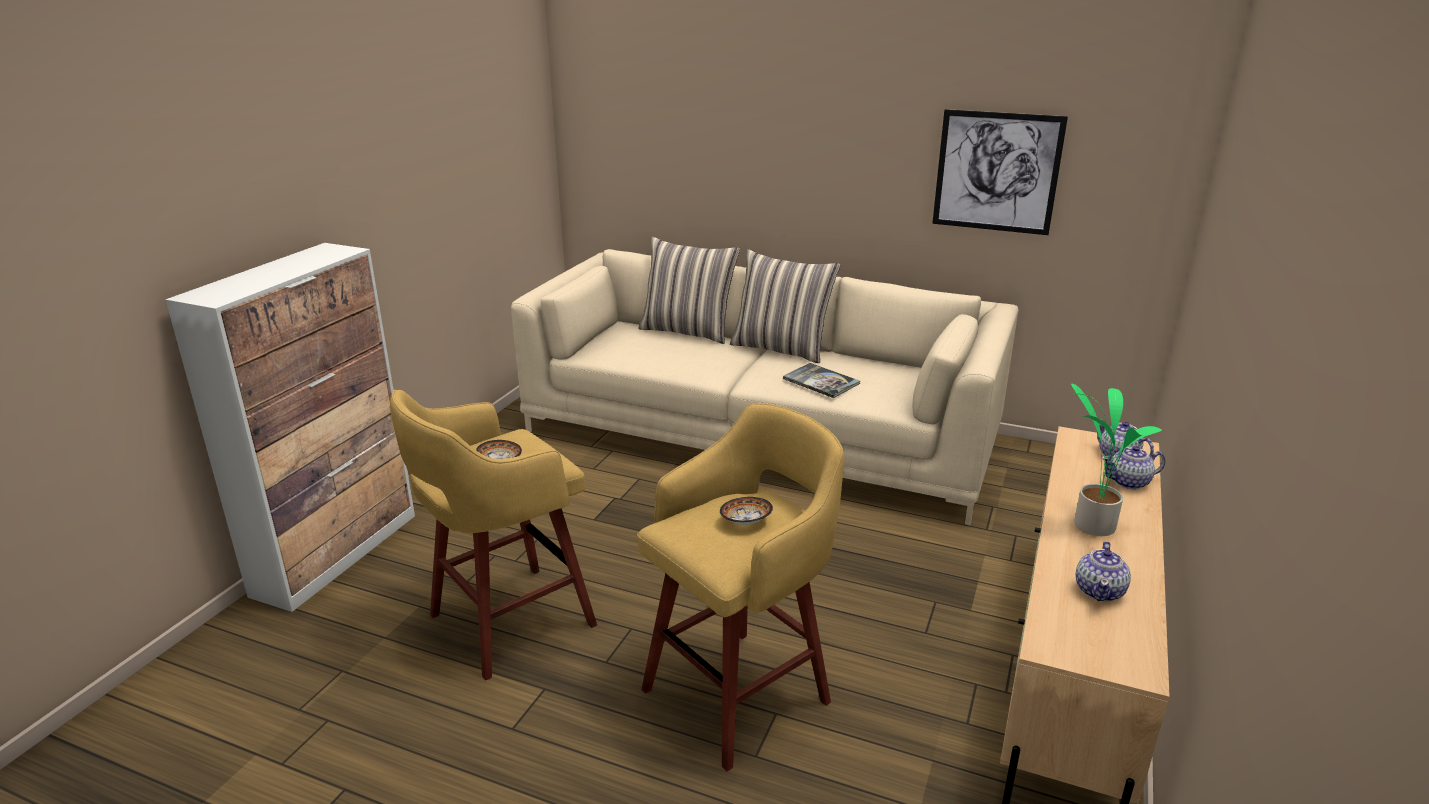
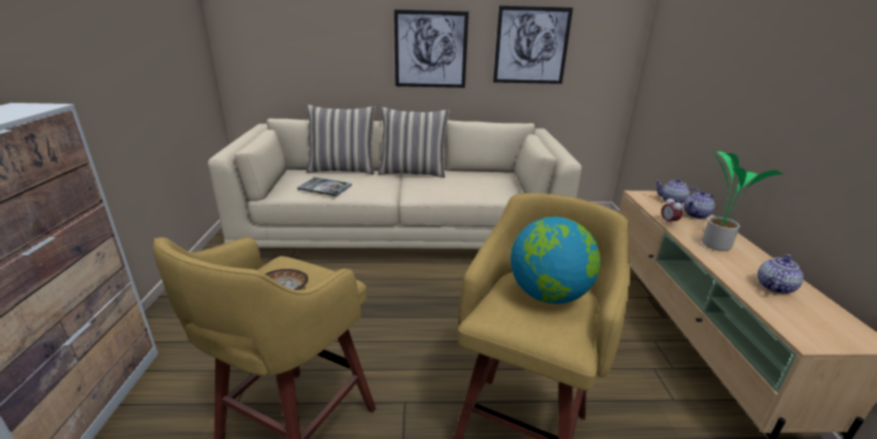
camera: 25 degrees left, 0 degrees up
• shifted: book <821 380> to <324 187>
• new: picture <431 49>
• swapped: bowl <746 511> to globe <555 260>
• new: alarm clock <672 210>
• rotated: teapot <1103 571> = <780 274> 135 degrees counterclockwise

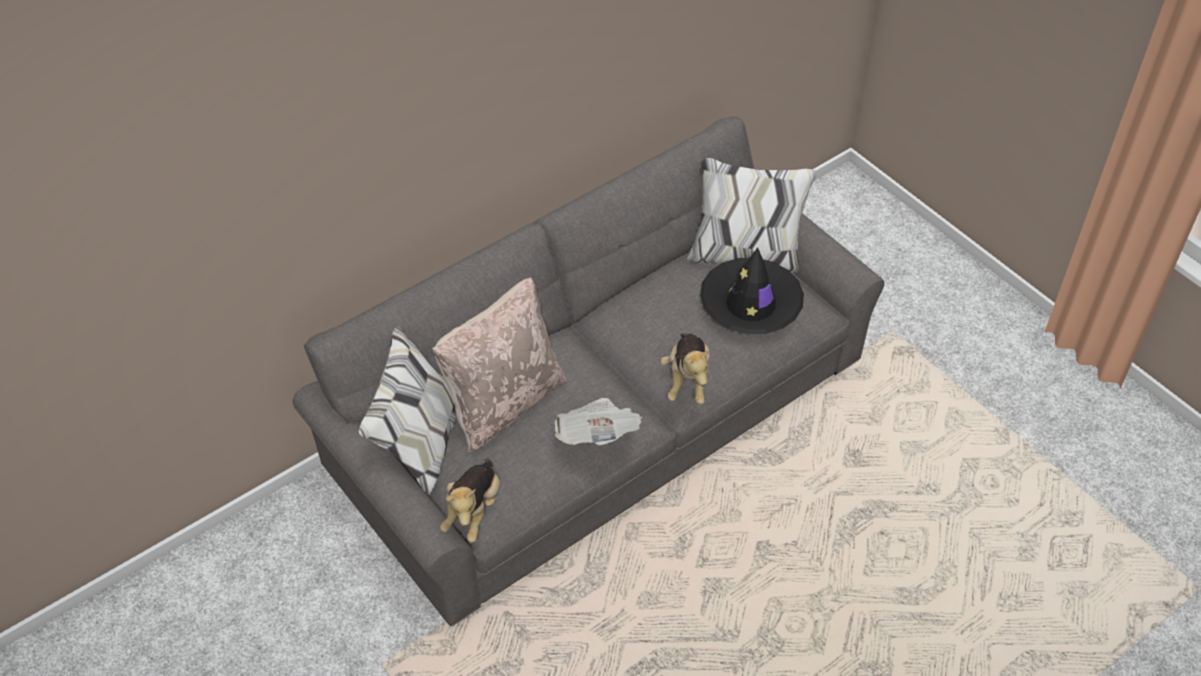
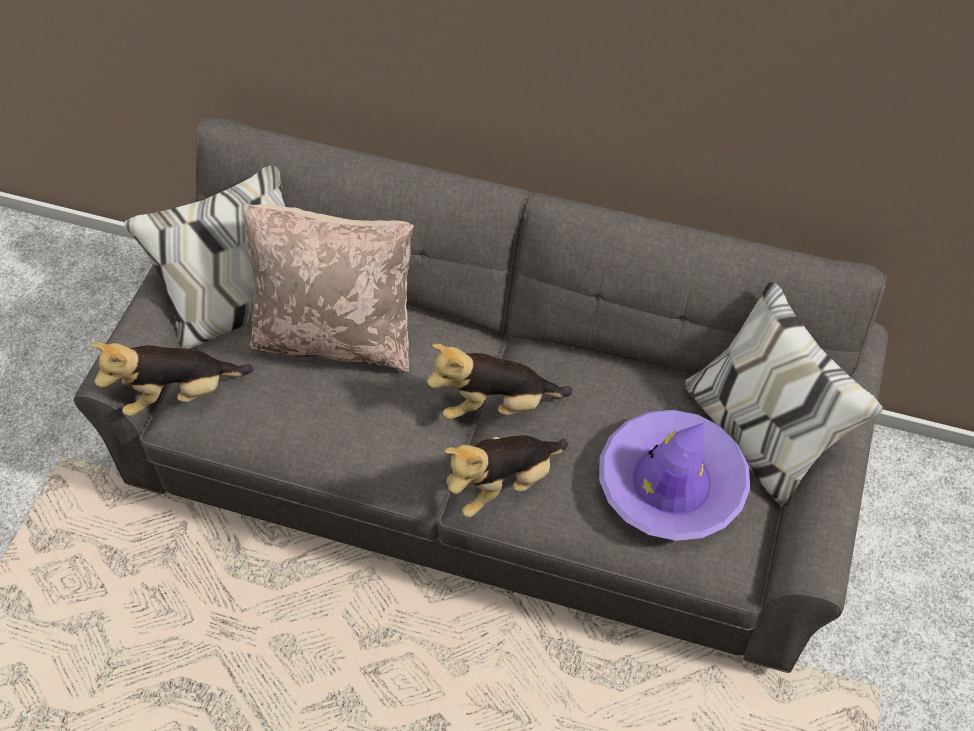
camera: 55 degrees right, 5 degrees up
• new: plush toy <500 381>
• repainted: black hat <752 290> to purple hat <674 475>
• gone: newspaper <598 421>

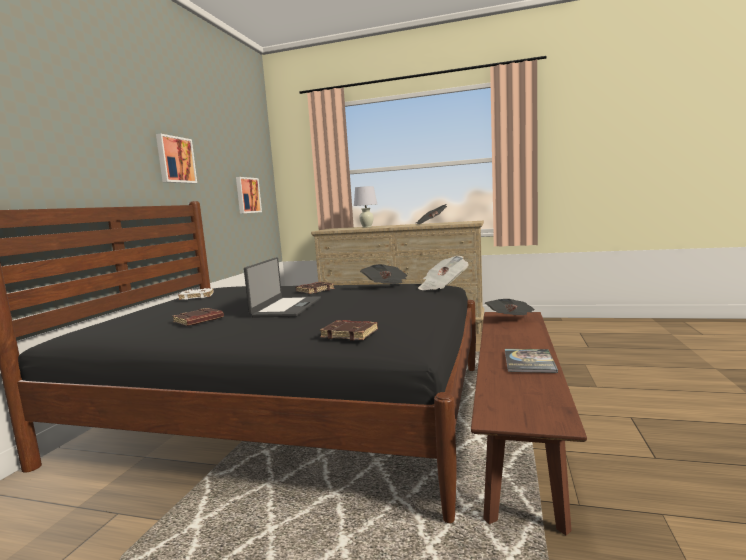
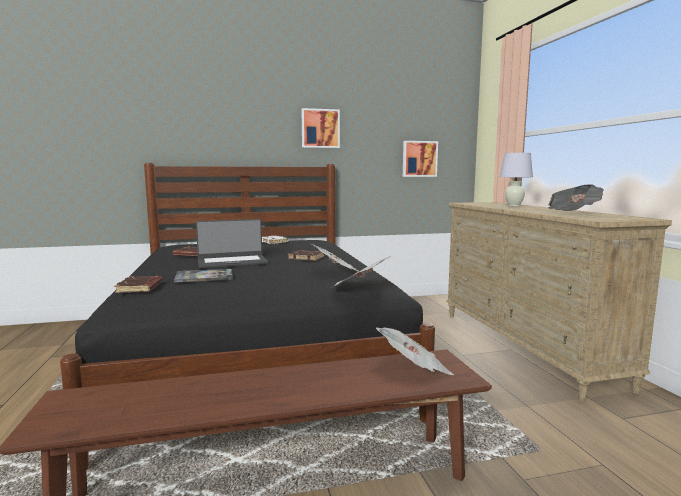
camera: 60 degrees right, 0 degrees up
• shifted: book <531 361> to <203 276>

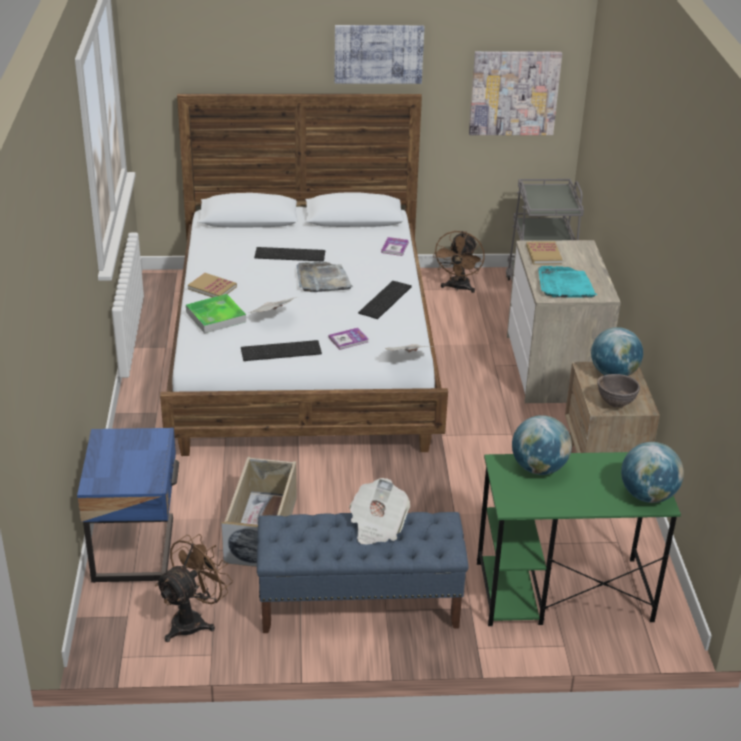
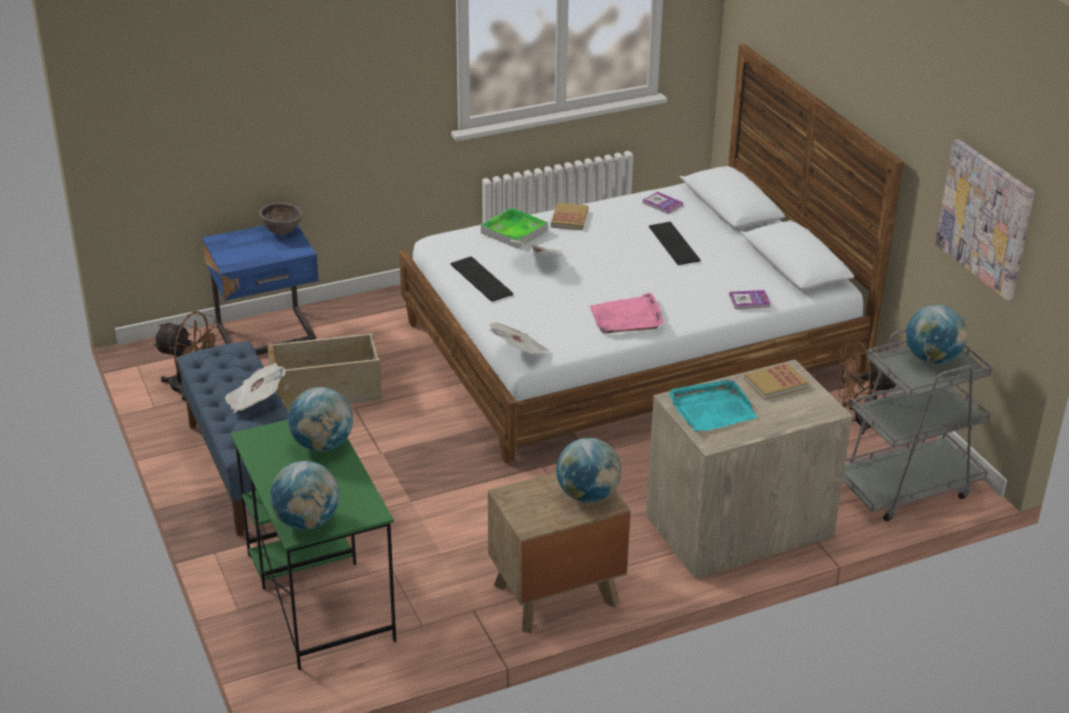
camera: 70 degrees right, 0 degrees up
• shifted: brown bowl <618 390> to <281 218>
• swapped: keyboard <385 300> to pink tray <627 312>
• shifted: book <349 339> to <663 203>
• new: globe <937 334>
• gone: grey tray <325 277>
• gone: picture <379 54>

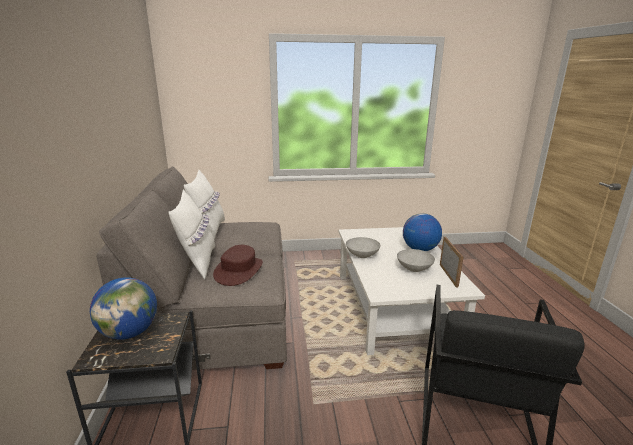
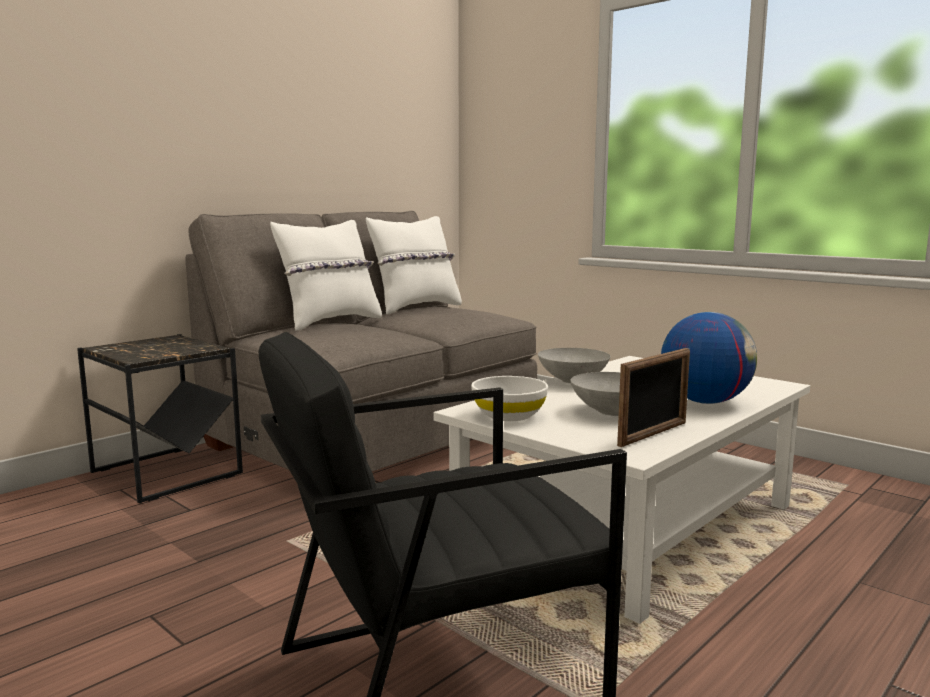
camera: 50 degrees right, 10 degrees down
• new: white bowl <509 398>
• gone: globe <123 308>
• gone: brown hat <238 265>

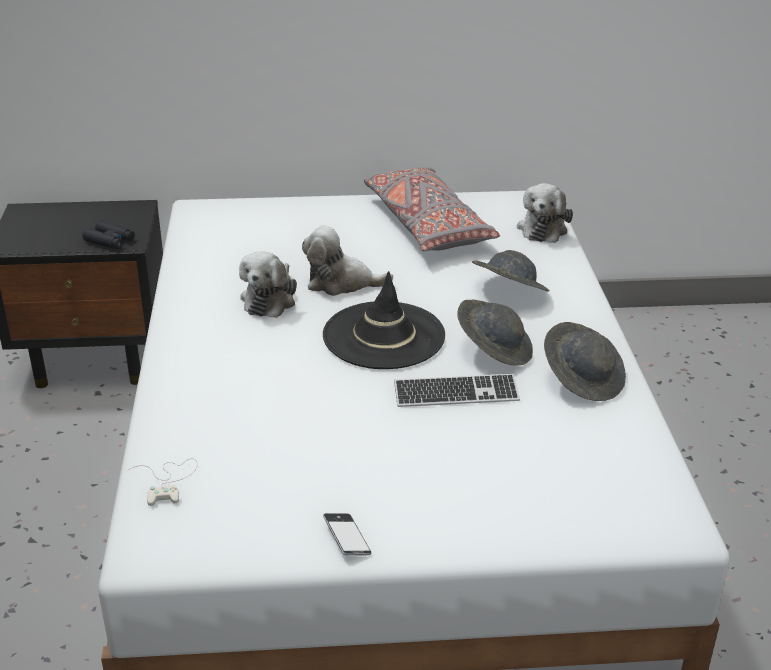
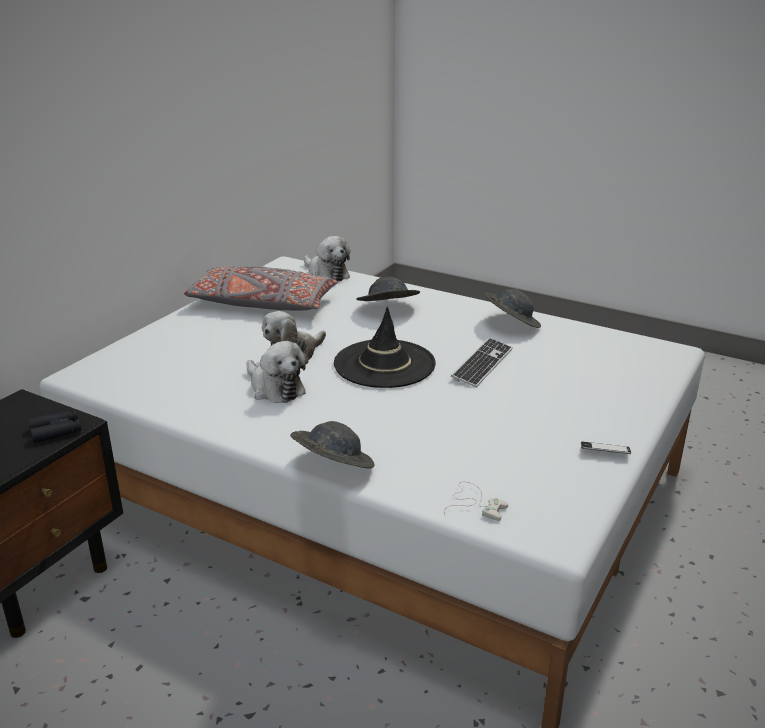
camera: 55 degrees left, 5 degrees down
• shifted: grey hat <495 333> to <332 445>

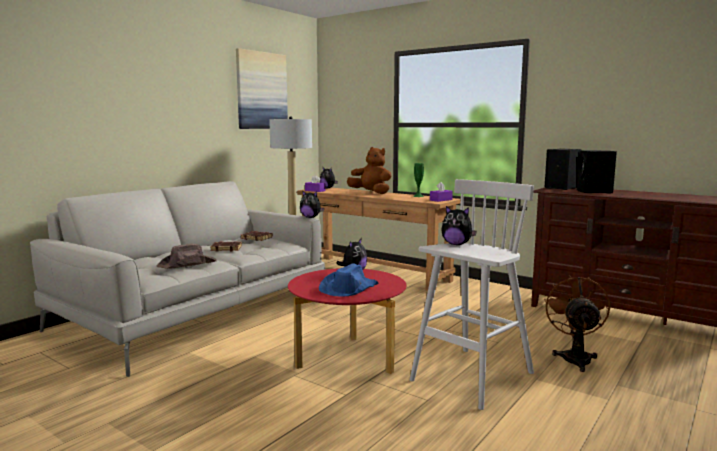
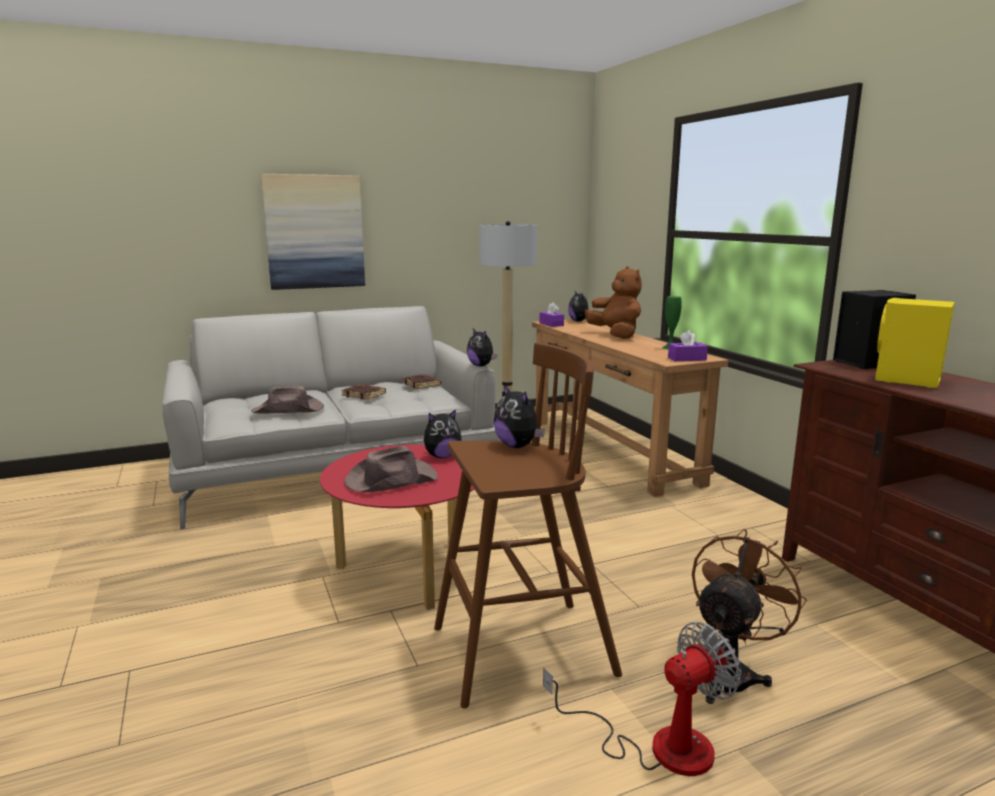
camera: 30 degrees right, 5 degrees up
• shifted: picture <262 88> to <313 232>
• repainted: blue hat <349 280> to brown hat <391 469>
• repainted: white stool <472 294> to brown stool <528 525>
• new: fan <642 699>
• repainted: black speaker <596 171> to yellow speaker <915 343>

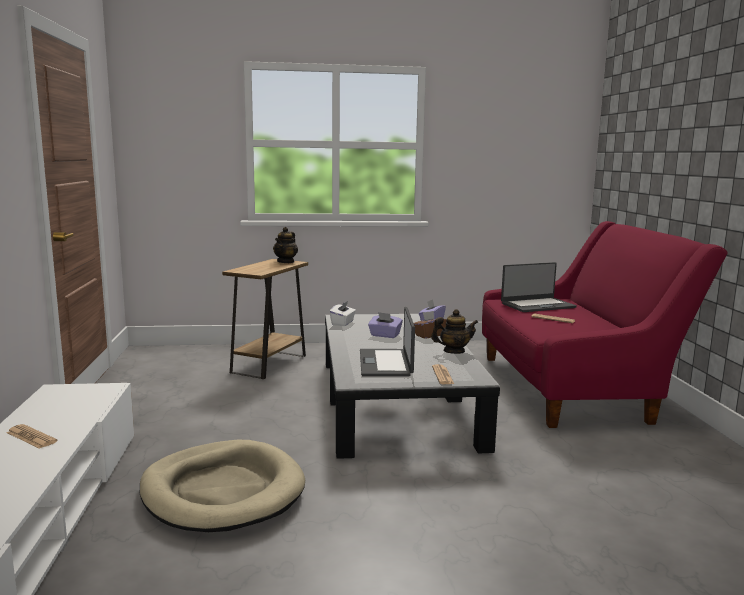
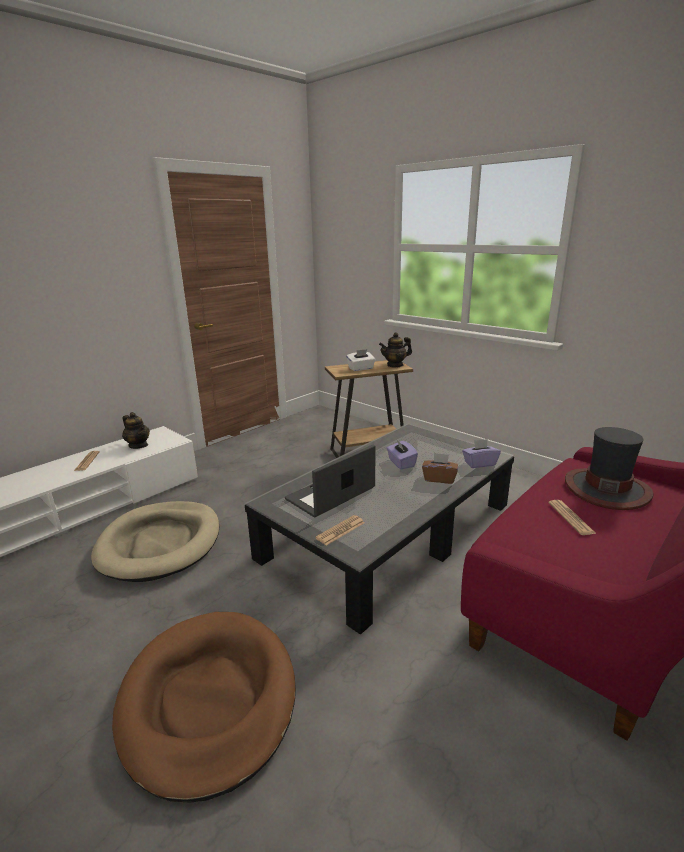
camera: 50 degrees right, 10 degrees up
• new: brown dog bed <204 707>
• shifted: teapot <454 331> to <136 430>
• shifted: white tissue box <343 313> to <361 360>
• swapped: laptop <539 287> to hat <609 468>

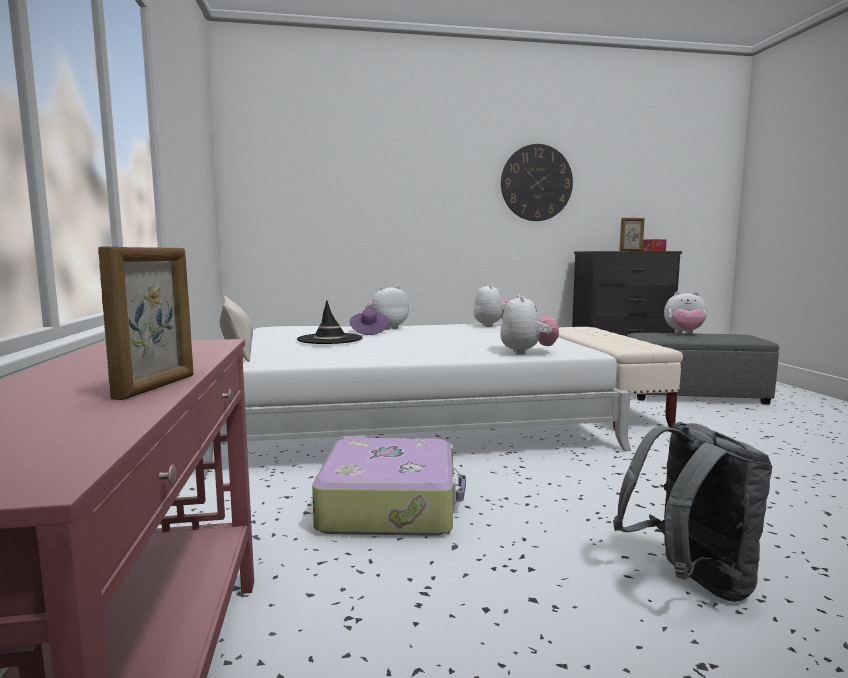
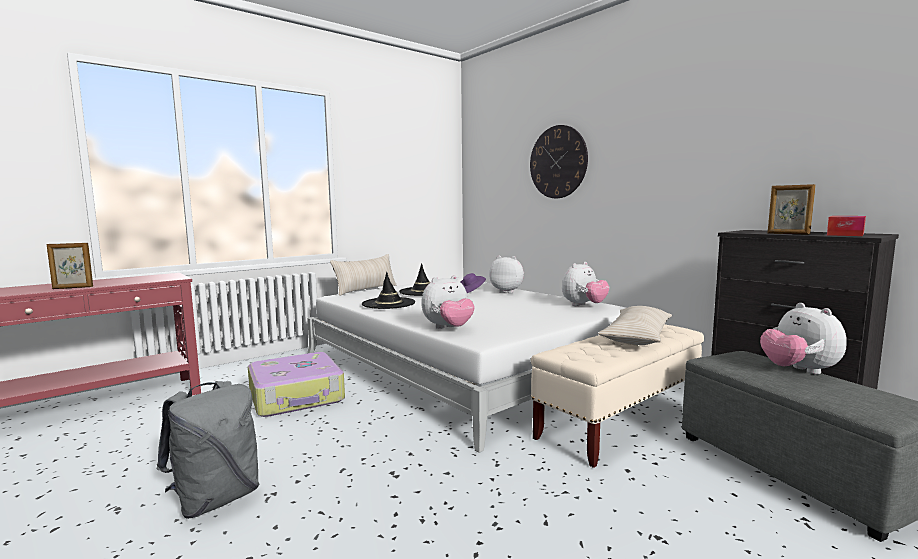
camera: 60 degrees right, 0 degrees up
• new: black hat <388 290>
• shifted: wall clock <537 182> to <559 161>
• new: beige pillow <635 325>

